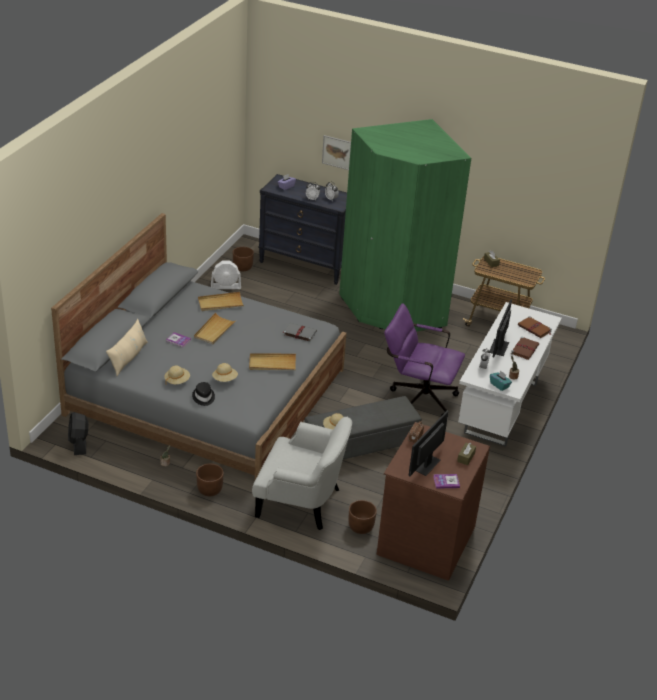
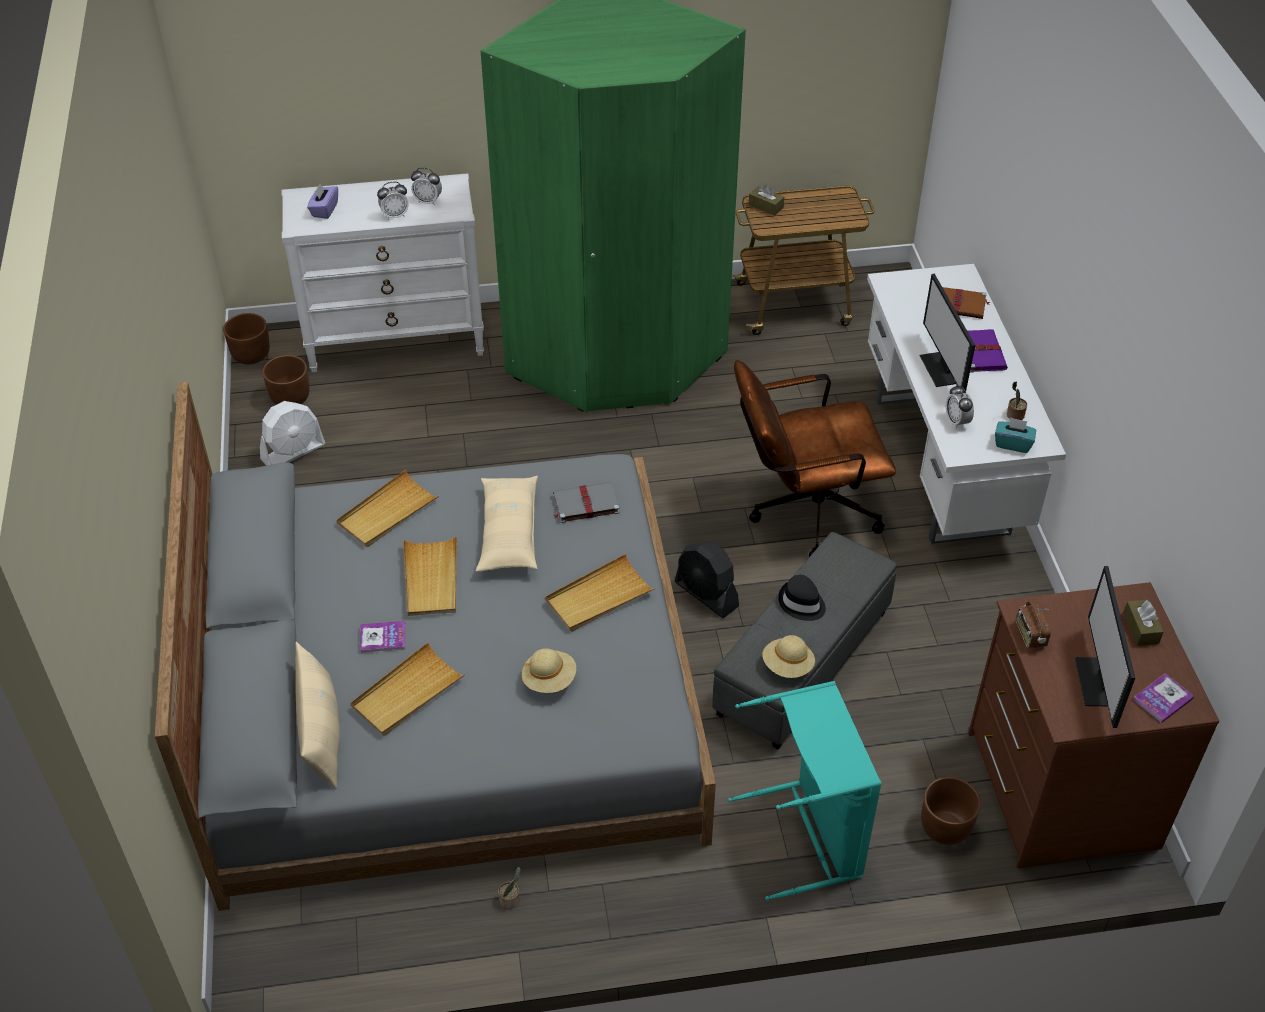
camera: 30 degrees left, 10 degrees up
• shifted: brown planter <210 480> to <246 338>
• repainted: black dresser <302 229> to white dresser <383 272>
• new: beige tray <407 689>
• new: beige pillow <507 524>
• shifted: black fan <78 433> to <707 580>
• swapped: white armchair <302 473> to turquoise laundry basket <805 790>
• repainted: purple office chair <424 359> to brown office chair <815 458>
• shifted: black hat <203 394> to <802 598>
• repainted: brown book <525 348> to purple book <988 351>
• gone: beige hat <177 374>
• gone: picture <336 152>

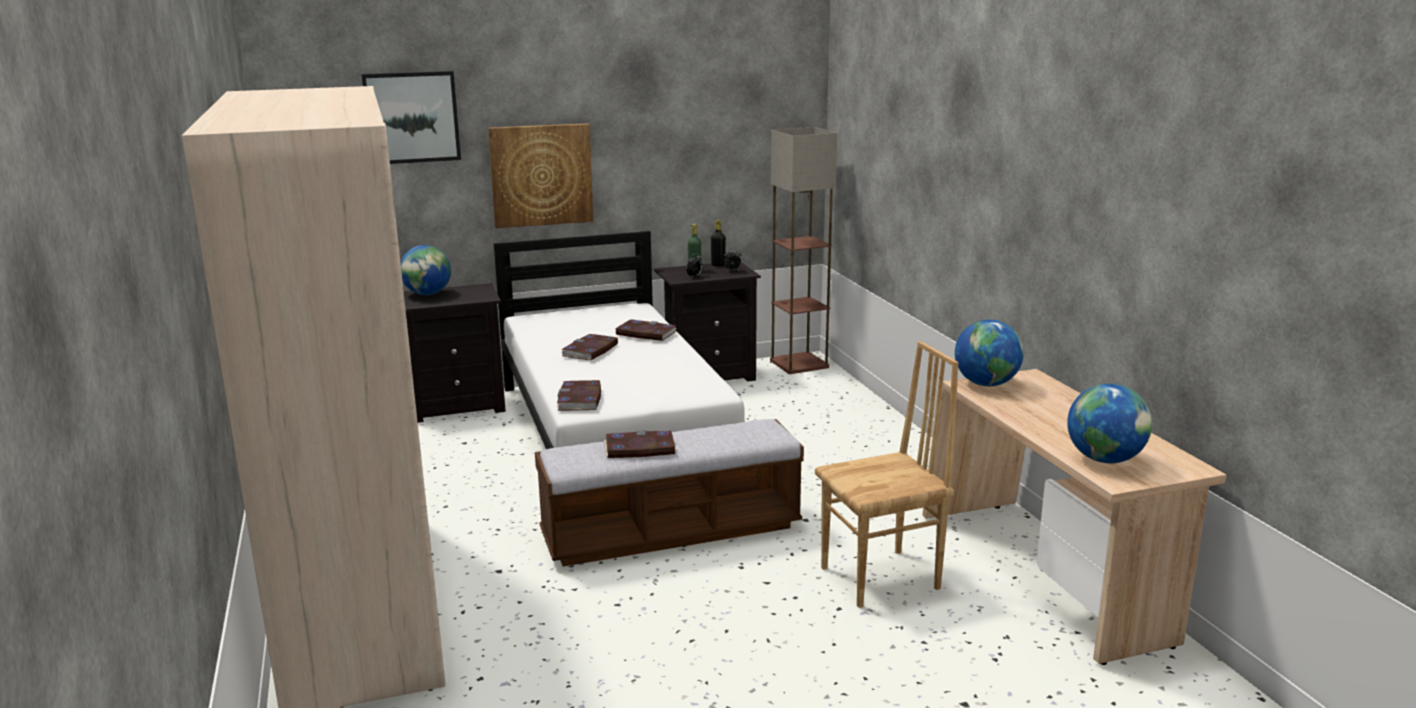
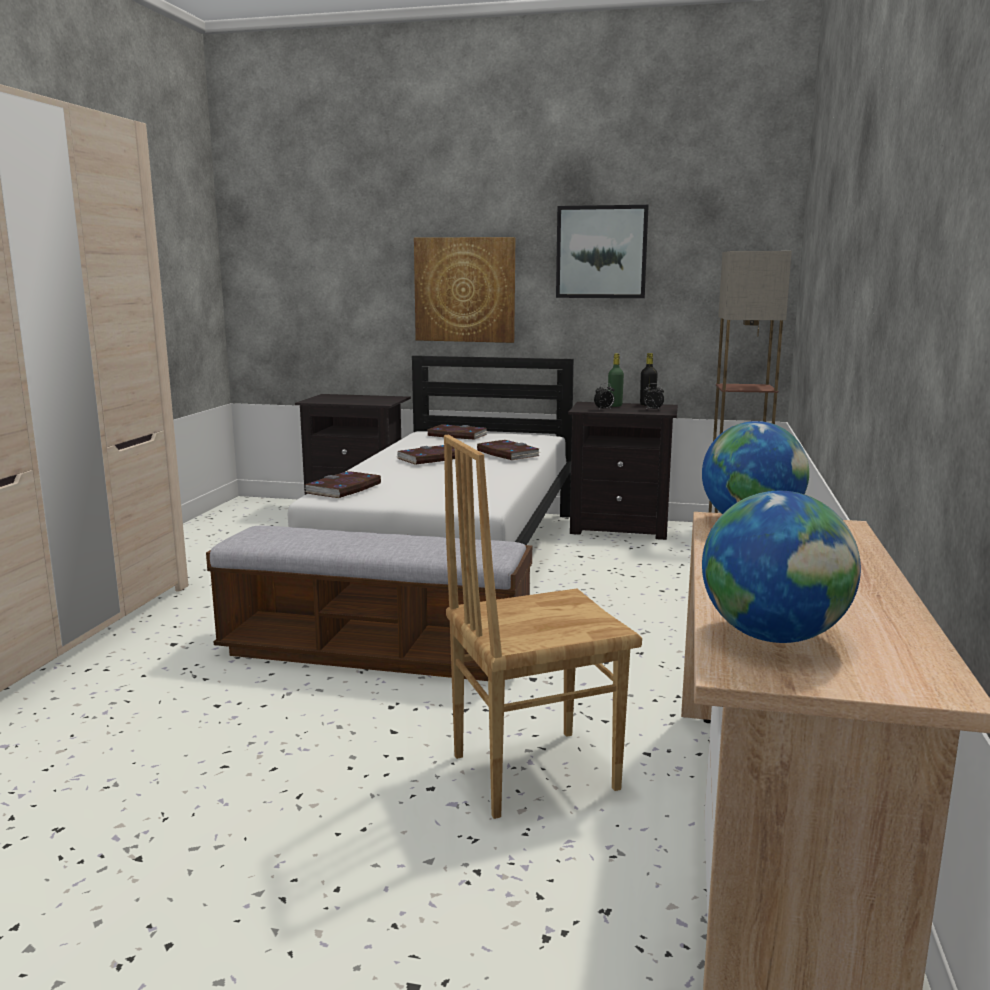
camera: 30 degrees right, 5 degrees down
• shifted: book <640 444> to <457 432>
• rotated: brown chair <887 474> = <543 627> 150 degrees clockwise
• shifted: picture <411 117> to <602 251>
• gone: globe <426 270>

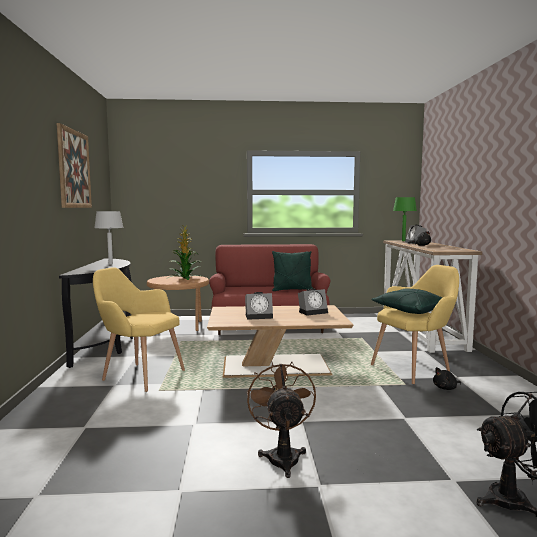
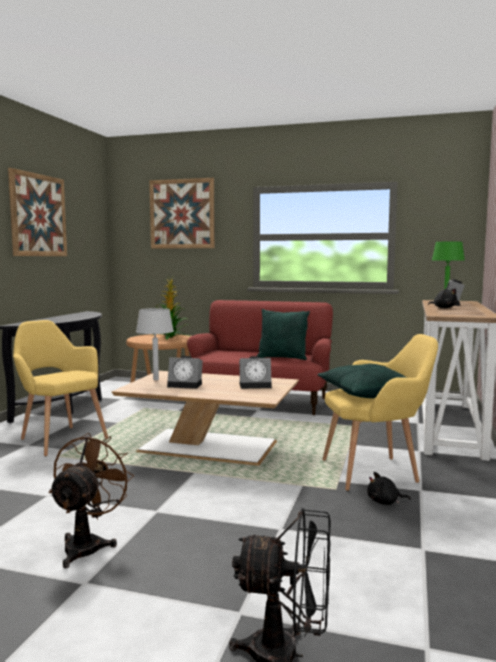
camera: 20 degrees right, 0 degrees up
• shifted: grey table lamp <109 237> to <155 344>
• new: picture <182 213>

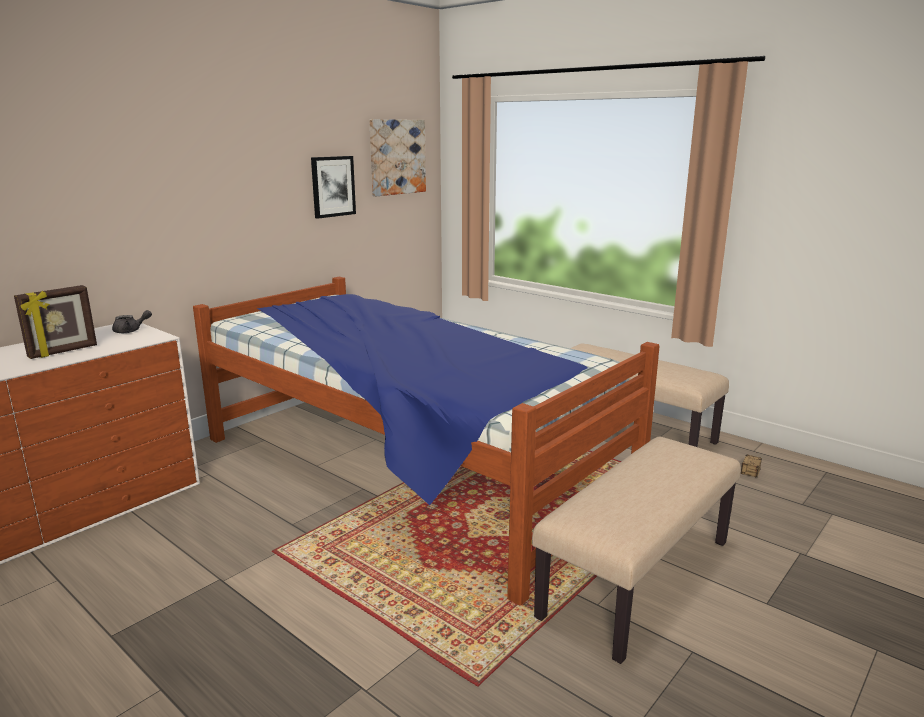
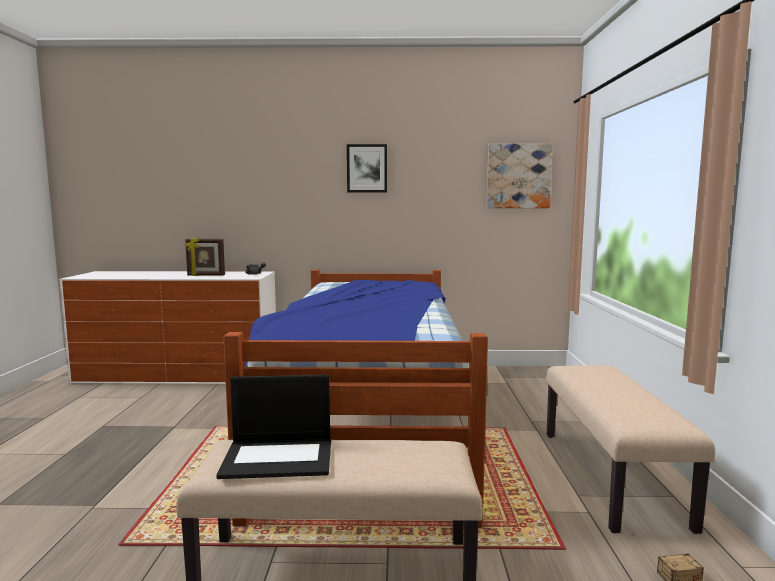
camera: 50 degrees right, 10 degrees down
• new: laptop <273 427>
• shifted: picture <333 187> to <367 168>

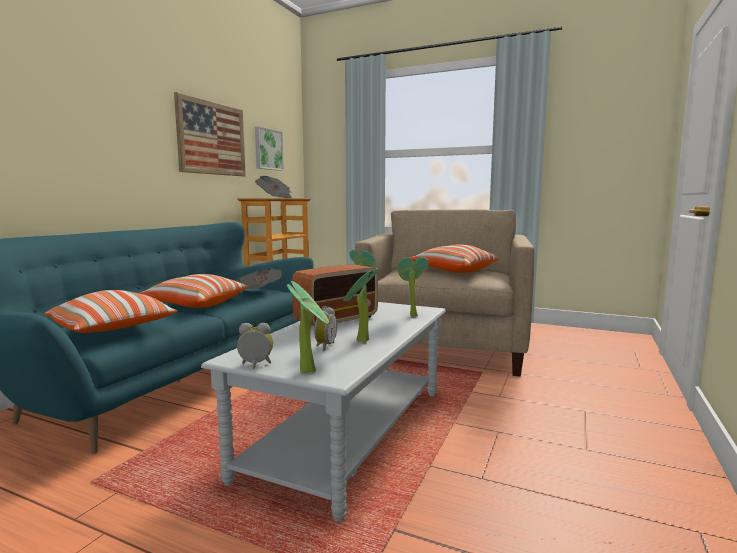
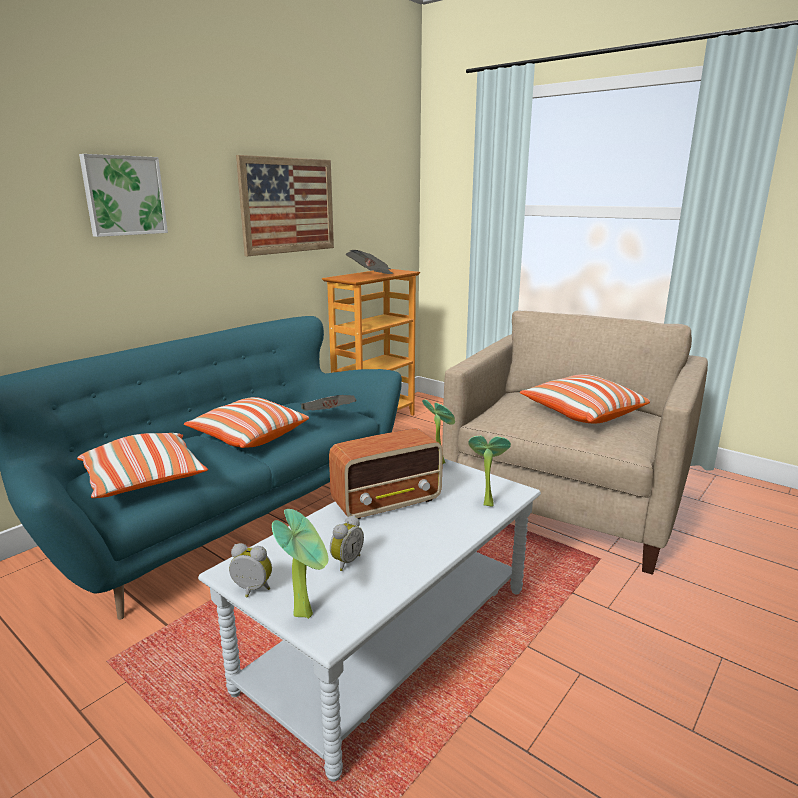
camera: 15 degrees right, 10 degrees up
• shifted: picture <269 149> to <123 195>
• gone: potted plant <361 305>

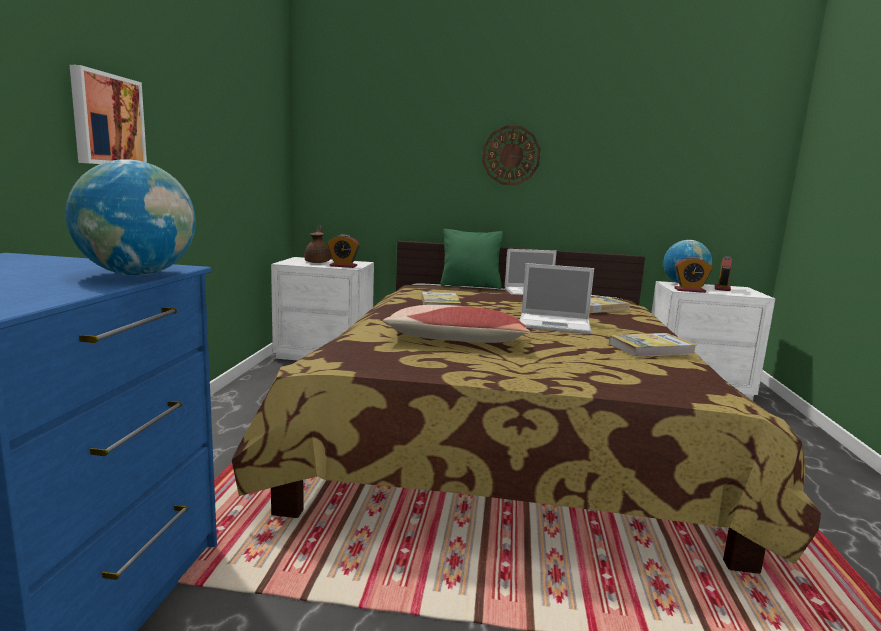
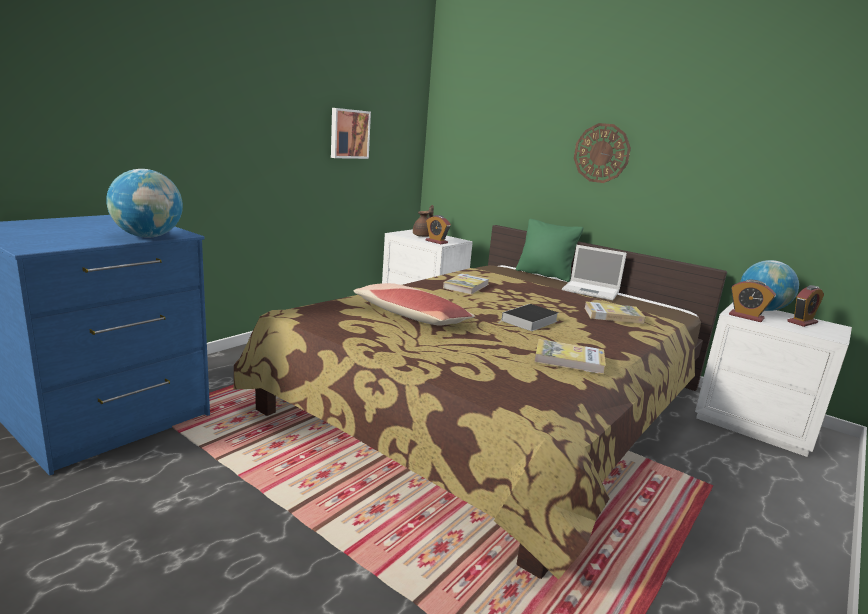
camera: 30 degrees right, 5 degrees up
• shifted: picture <108 114> to <351 133>
• swapped: laptop <557 298> to book <528 317>

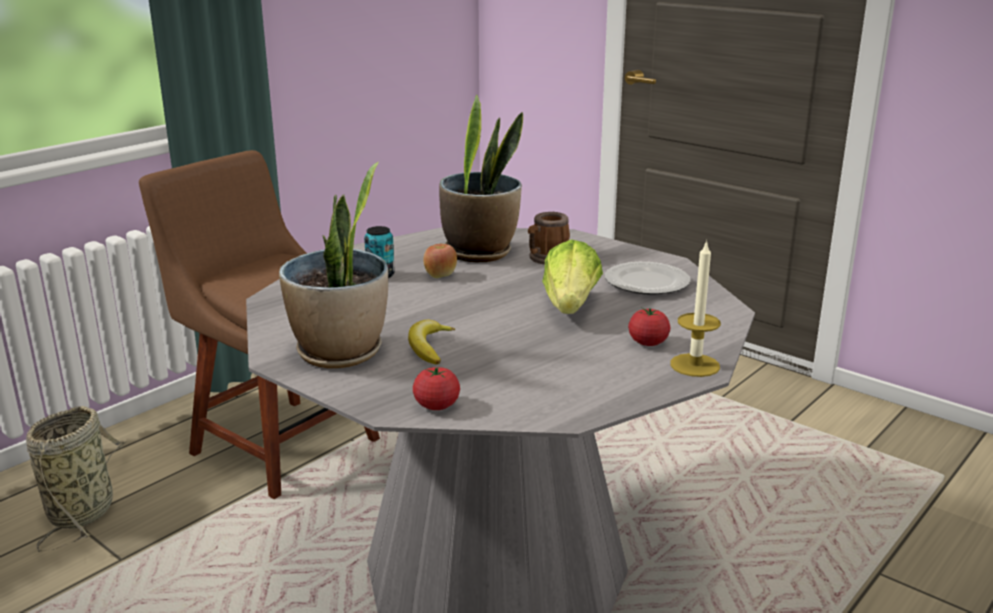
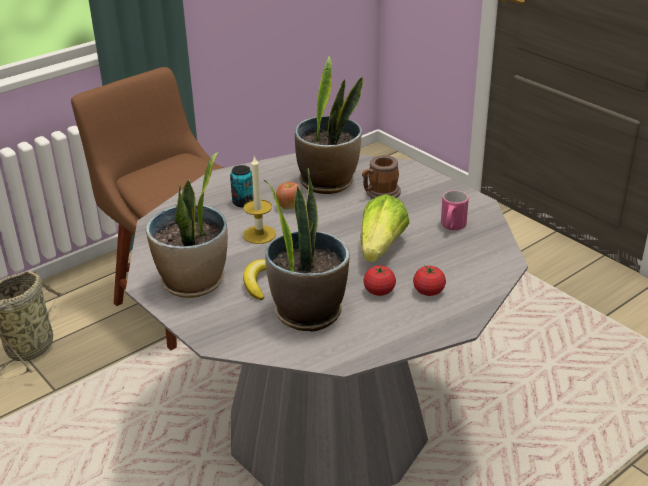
camera: 10 degrees right, 10 degrees up
• shifted: candle <695 308> to <259 199>
• new: potted plant <307 250>
• shifted: tomato <436 388> to <379 281>
• swapped: plate <648 278> to pink mug <455 210>

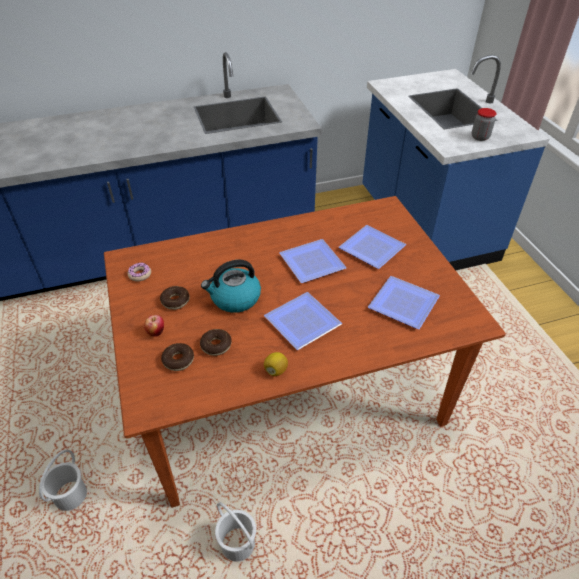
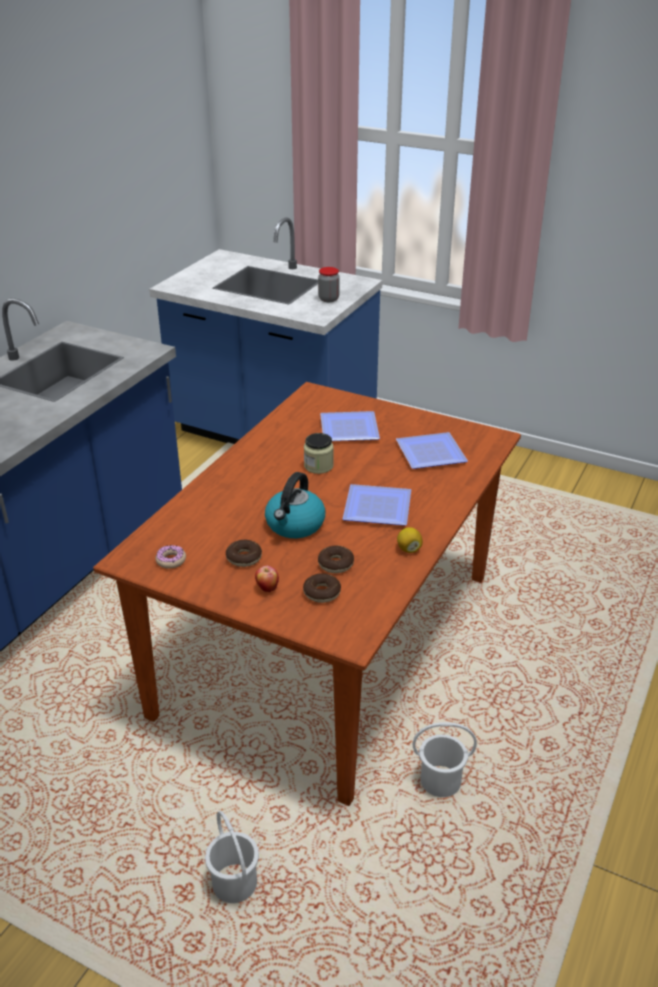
camera: 45 degrees left, 10 degrees down
• swapped: plate <313 261> to jar <319 453>

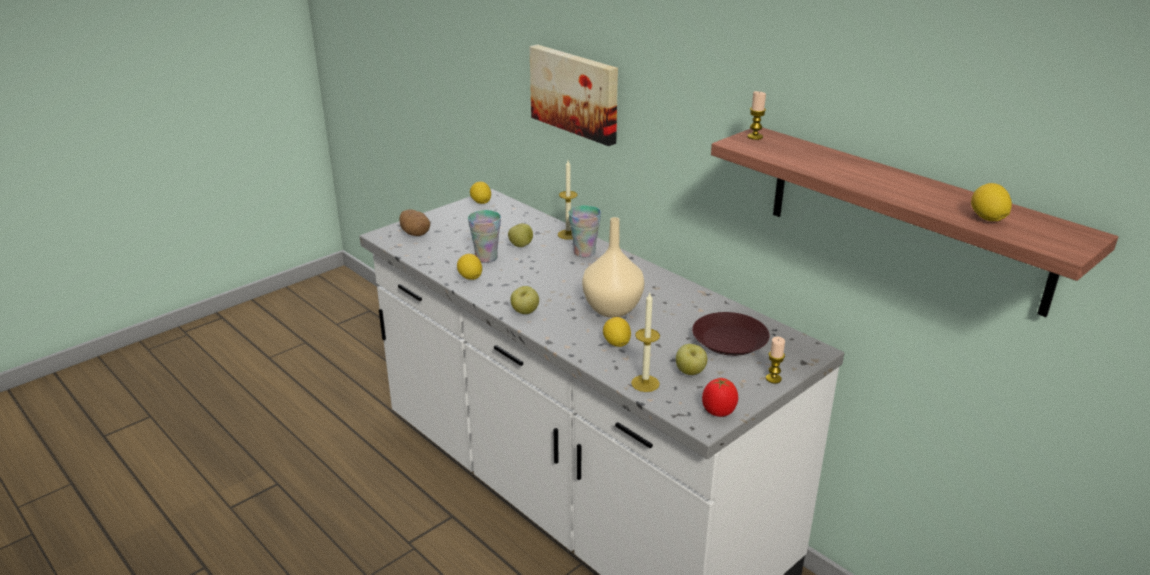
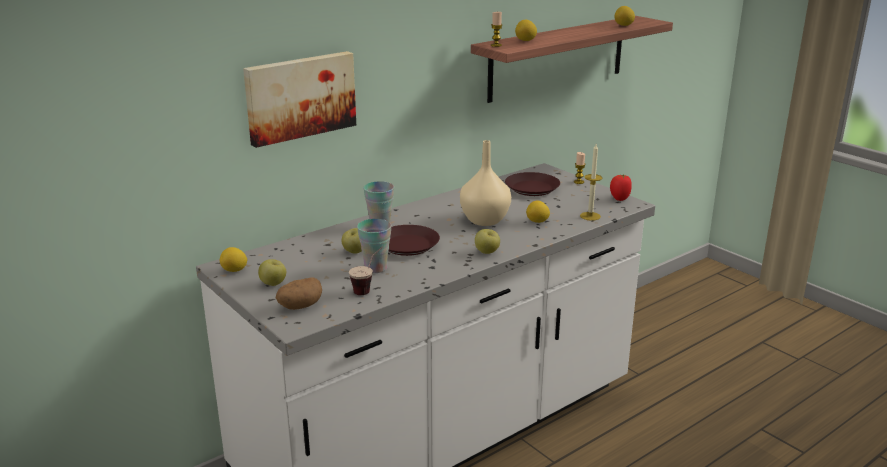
camera: 85 degrees left, 5 degrees down
• shifted: apple <691 359> to <272 272>
• new: cup <366 270>
• new: brown plate <414 240>
• shifted: lemon <469 267> to <526 30>
• gone: candle <568 200>

